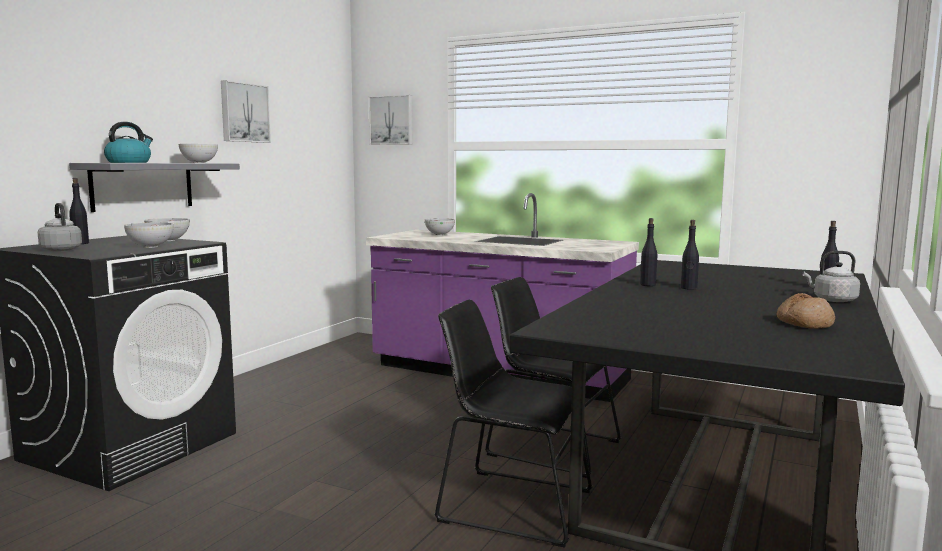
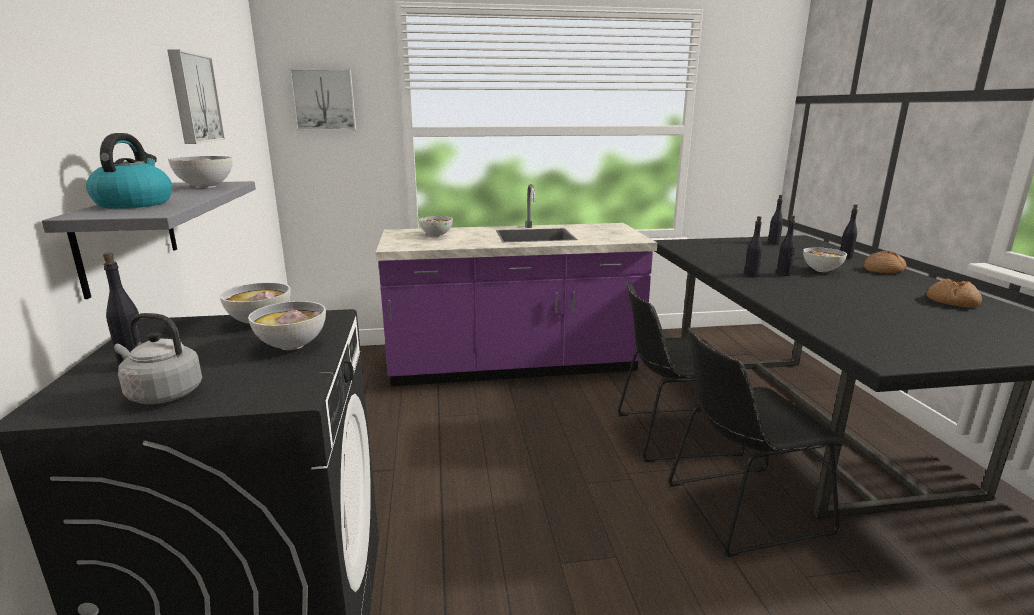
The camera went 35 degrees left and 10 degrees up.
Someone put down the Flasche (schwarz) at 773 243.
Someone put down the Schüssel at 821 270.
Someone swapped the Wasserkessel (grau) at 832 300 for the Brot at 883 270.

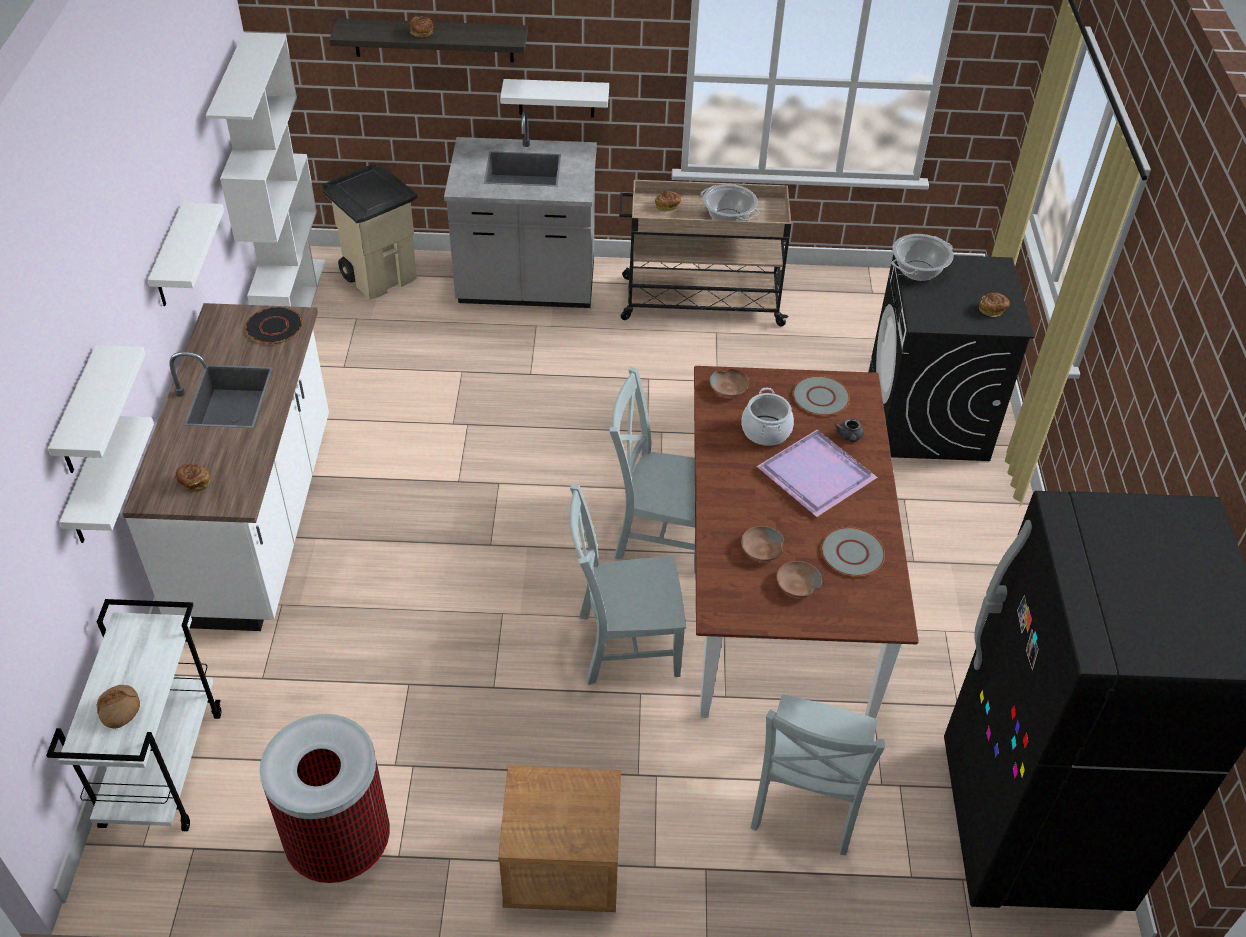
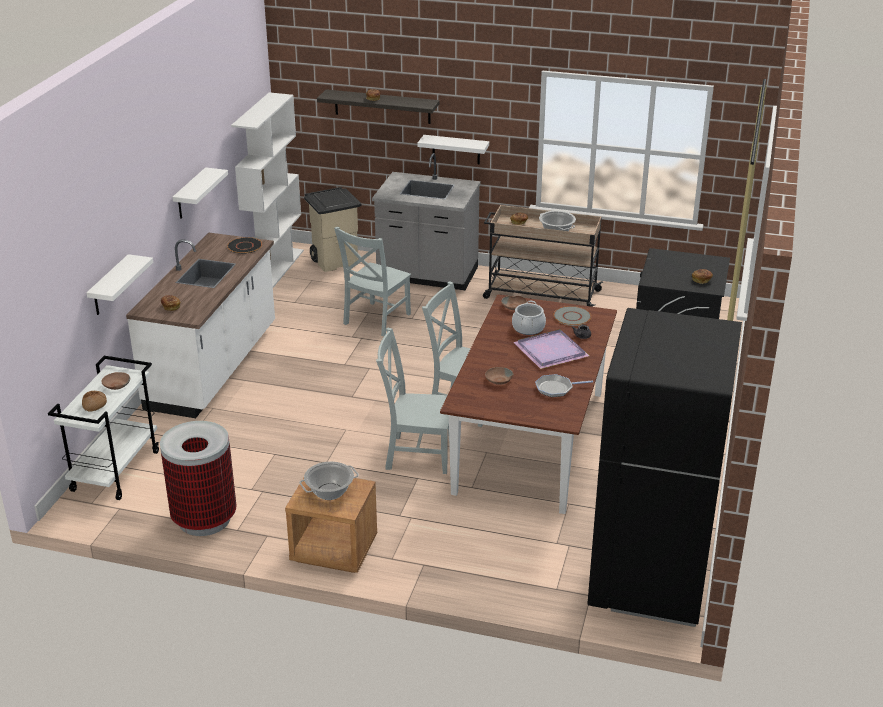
The camera went 15 degrees right and 15 degrees down.
Someone took away the Wandregal (weiß) at 80 414.
Someone carried the Stuhl (grau) from 805 803 to 375 320.
Someone carried the Schüssel (braun) from 797 585 to 116 385.
Someone carried the Kochtopf from 918 271 to 329 492.
Someone swapped the Teller (grau) at 852 553 for the Pfanne at 556 388.

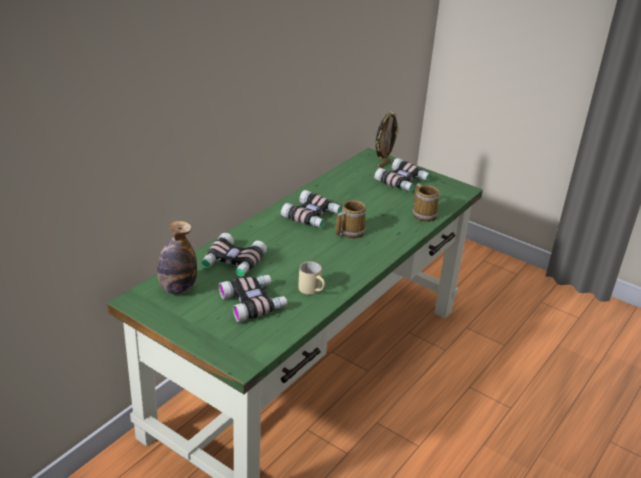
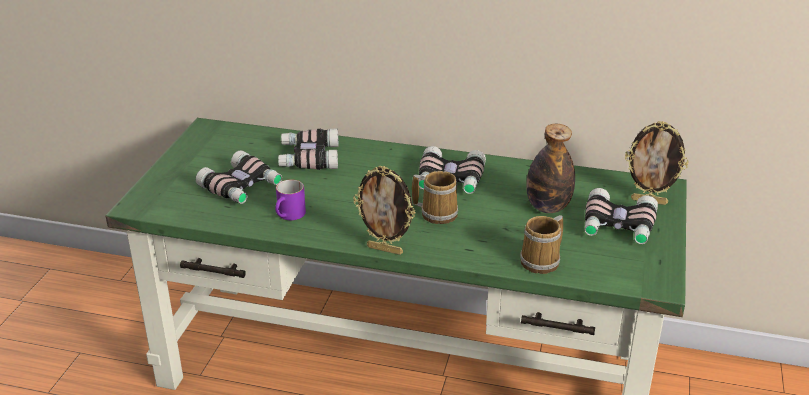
The camera went 70 degrees right and 0 degrees up.
Someone put down the Bilderrahmen at 385 249.
Someone carried the Flasche from 177 289 to 547 207.
Someone repainted the Henkelbecher (beige) at 313 290, which became the Henkelbecher (lila) at 289 216.

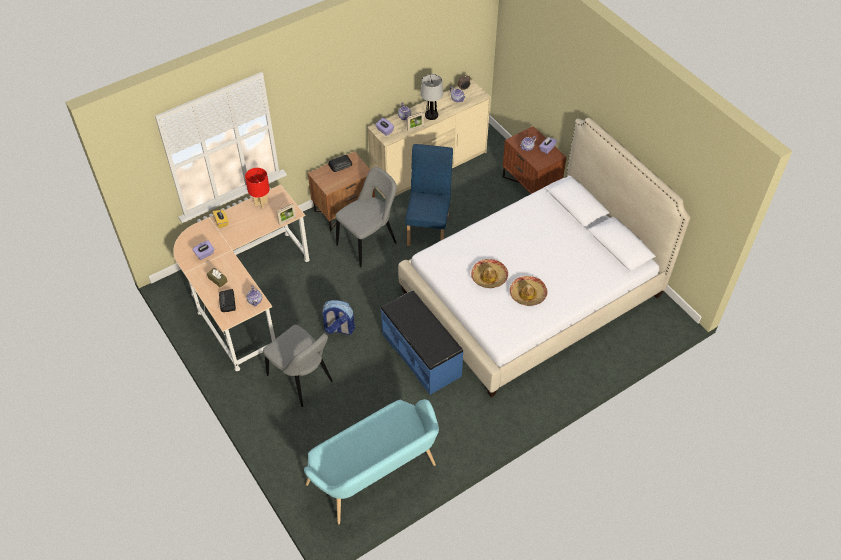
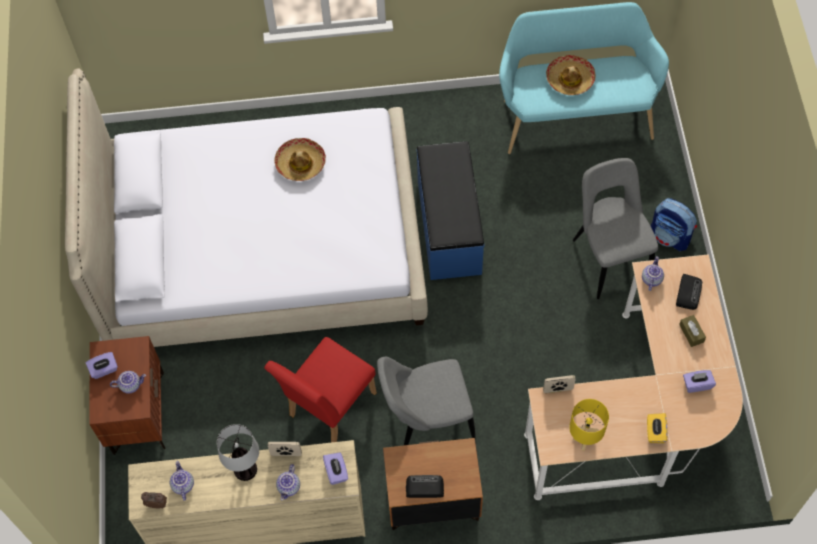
The camera went 150 degrees left and 10 degrees up.
Someone carried the Rucksack from 338 329 to 670 236.
Someone carried the Hut from 489 277 to 569 79.
Someone repainted the Tischlampe (rot) at 261 203, which became the Tischlampe (gelb) at 584 440.
Someone repainted the Stuhl (blau) at 429 227, which became the Stuhl (rot) at 328 409.

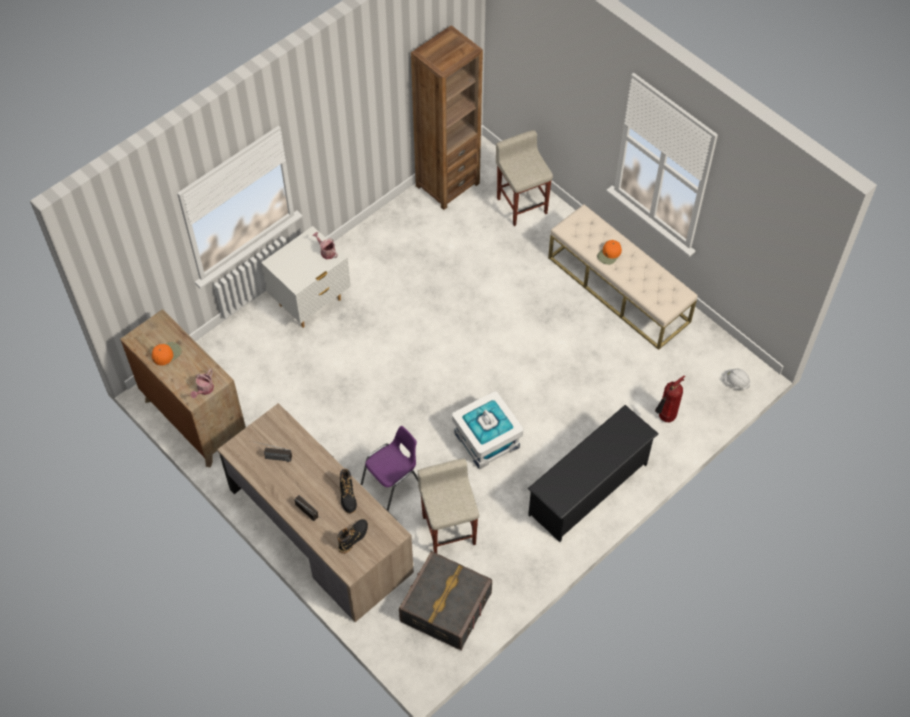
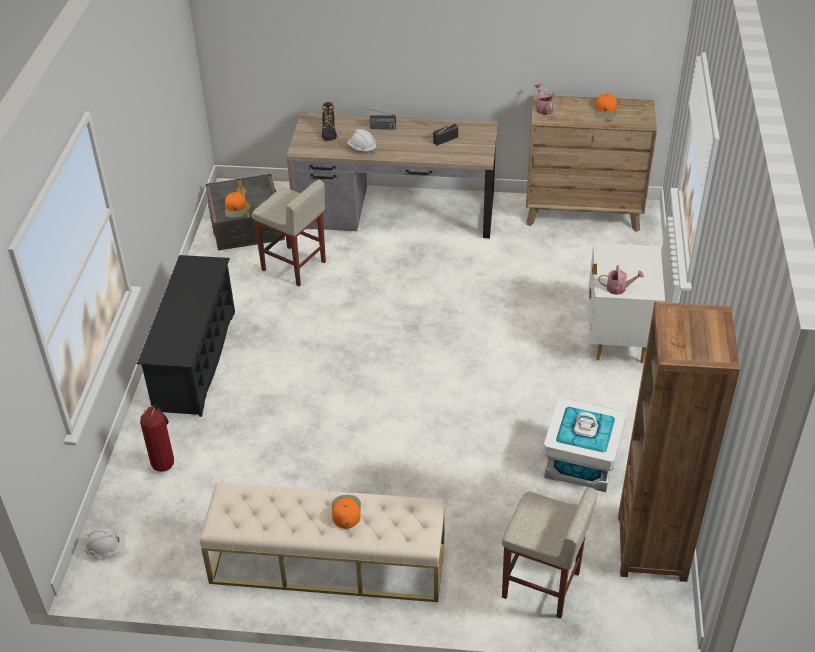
The camera went 140 degrees right and 15 degrees down.
Someone took away the Stuhl (lila) at 393 484.
Someone put down the Kappe (orange) at 236 209.
Someone carried the Aufbewahrungsbox (weiß) from 487 440 to 581 462.
Someone swapped the Stiefel (schwarz) at 348 497 for the Schutzhelm (weiß) at 362 149.

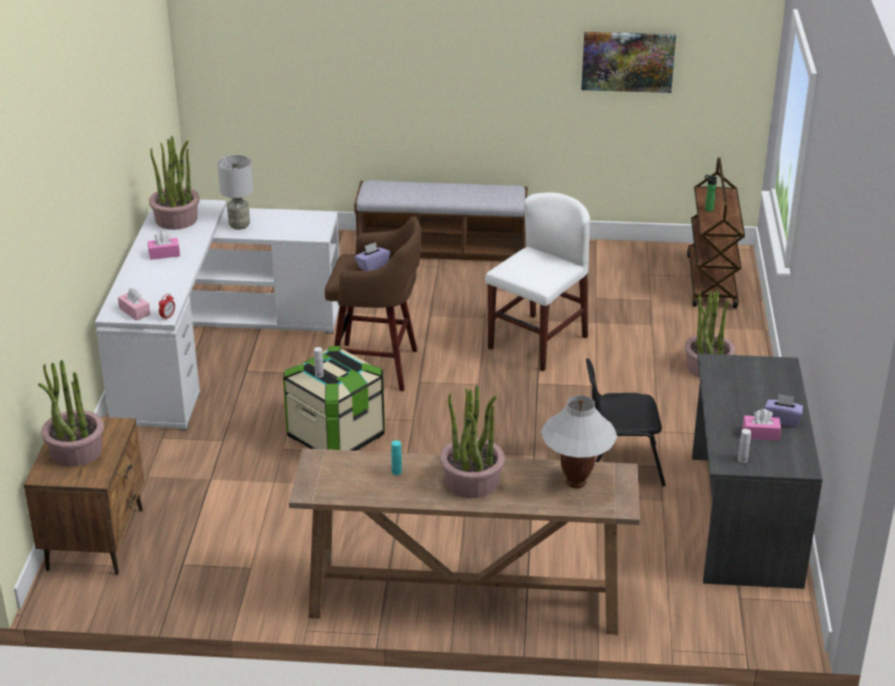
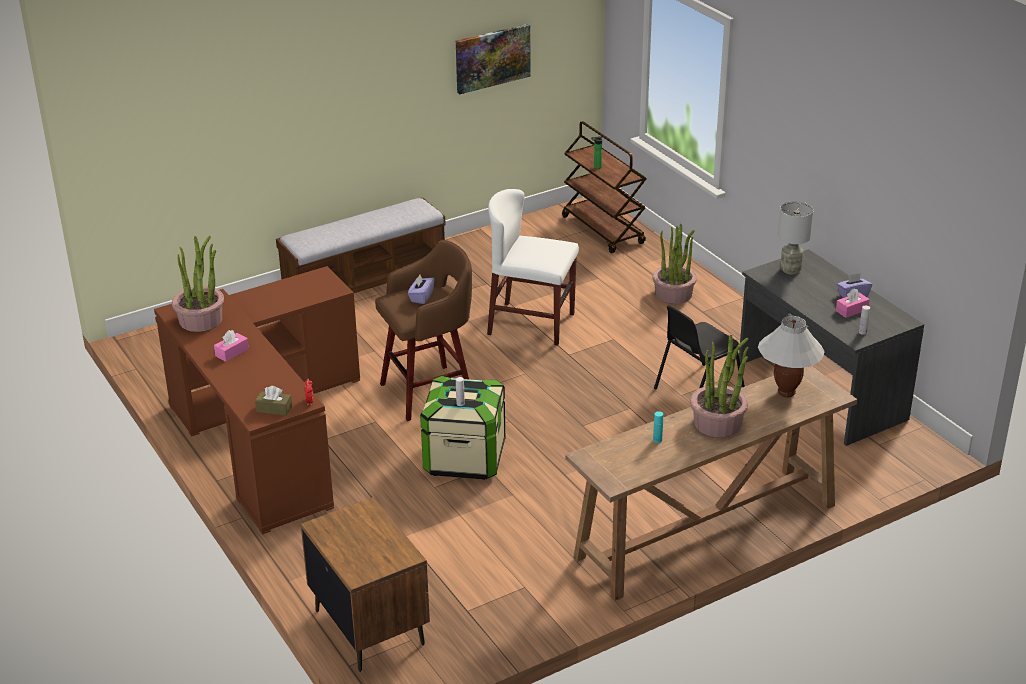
The camera went 35 degrees left and 0 degrees up.
Someone took away the Topfpflanze at 76 451.
Someone carried the Tischlampe (grau) from 239 225 to 790 270.
Someone repainted the Schreibtisch (weiß) at 209 345, which became the Schreibtisch (braun) at 263 432.
Someone repainted the Taschentuchbox (rosa) at 134 311, which became the Taschentuchbox (braun) at 274 409.
Someone rotated the Stuhl (weiß) at 537 342 by 75 degrees counterclockwise.

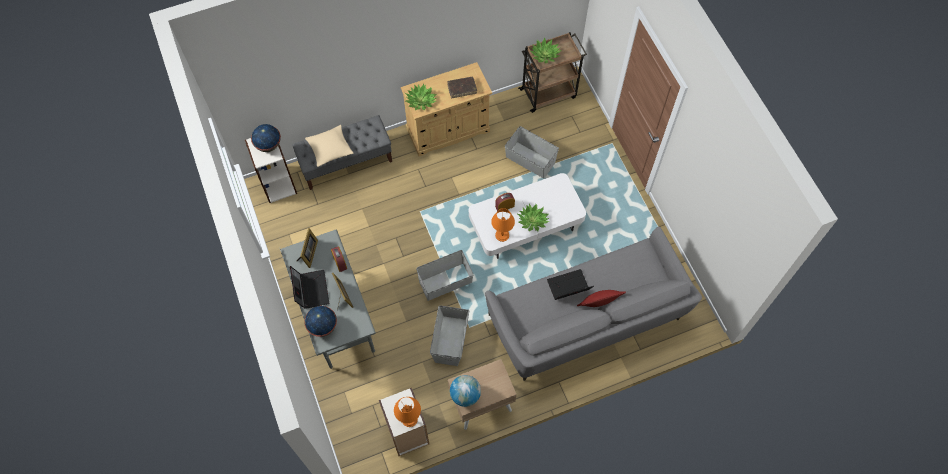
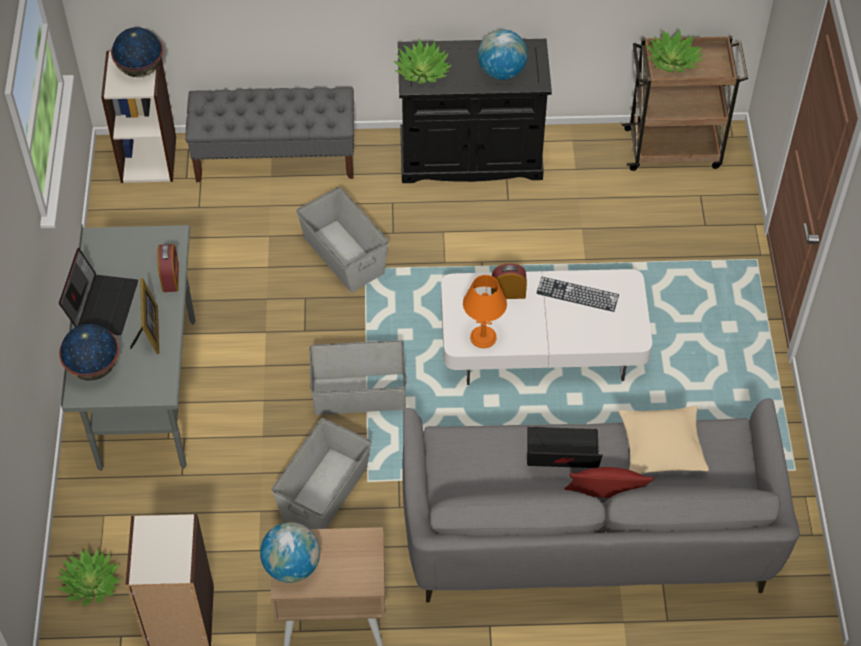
The camera went 20 degrees right and 10 degrees down.
Someone took away the Bilderrahmen at 309 254.
Someone took away the Tischlampe (orange) at 409 419.
Someone put down the Tastatur at 577 294.
Someone carried the Kissen (beige) from 330 148 to 661 446.
Someone carried the Aufbewahrungsbox (grau) from 530 159 to 344 255.
Someone carried the Topfpflanze from 532 220 to 91 583.
Someone swapped the Buch (braun) at 462 89 for the Globus at 501 72.
Someone repainted the Schrank (beige) at 448 130, which became the Schrank (schwarz) at 471 157.

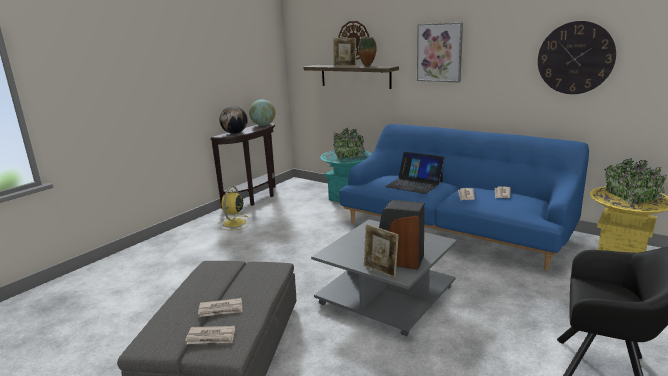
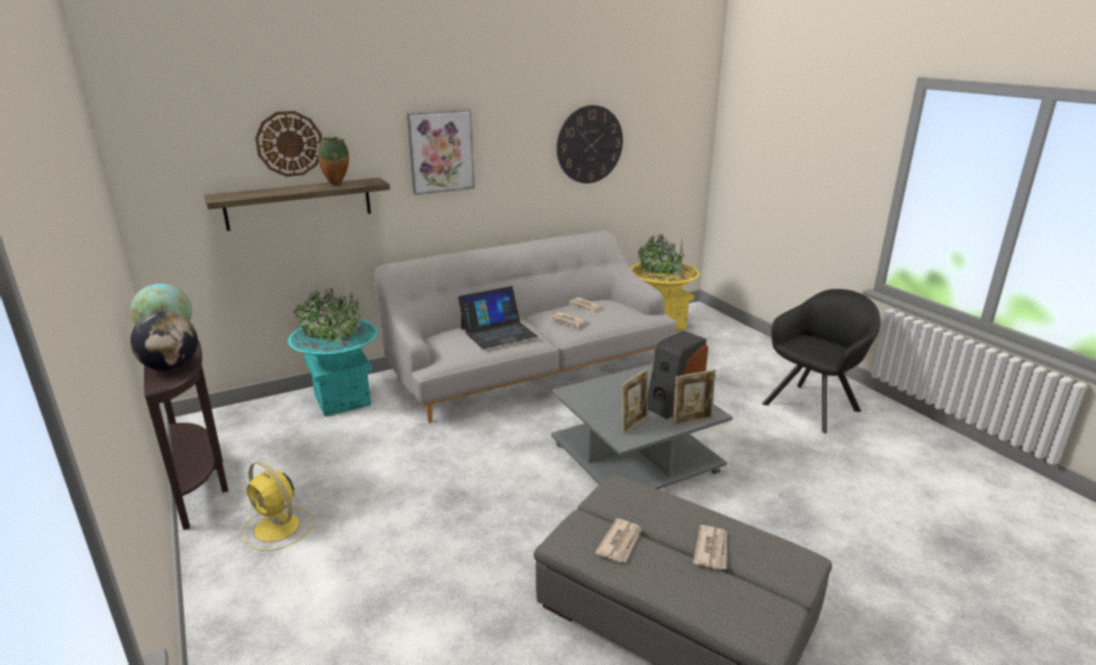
The camera went 65 degrees left and 5 degrees up.
Someone carried the Zeitung from 211 337 to 620 542.
Someone carried the Bilderrahmen from 345 66 to 633 424.
Someone repainted the Sofa (blau) at 454 228, which became the Sofa (grau) at 529 369.

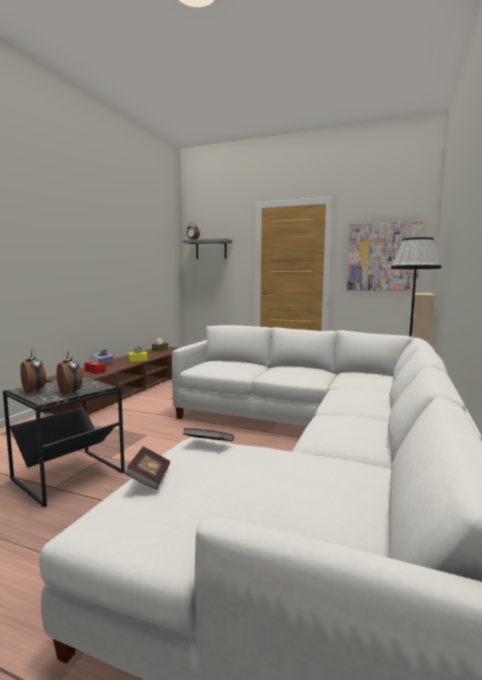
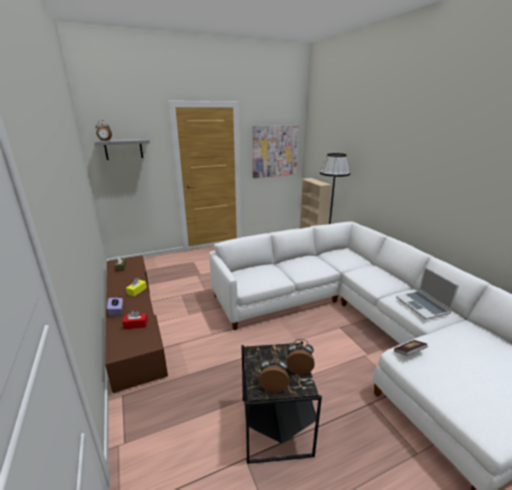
The camera went 45 degrees left and 15 degrees up.
Someone took away the Buch at 149 478.
Someone put down the Laptop at 423 306.

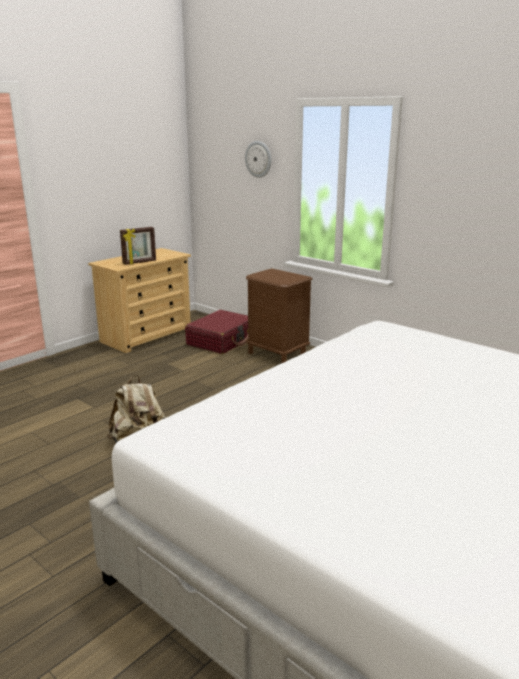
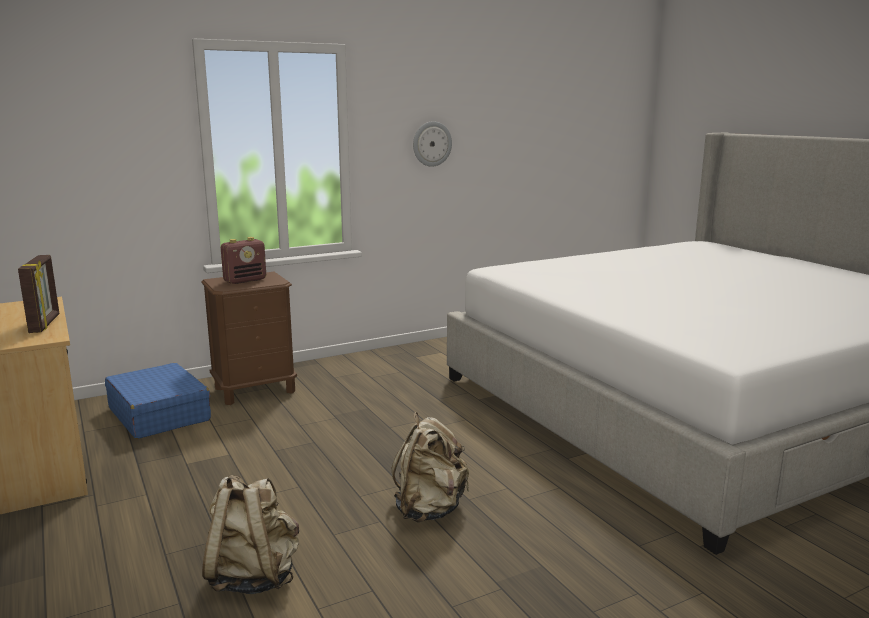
The camera went 70 degrees left and 5 degrees down.
Someone put down the Rucksack (beige) at 253 577.
Someone put down the Radio at 245 280.
Someone carried the Wanduhr from 258 159 to 431 144.
Someone repainted the Koffer (rot) at 222 341, which became the Koffer (blau) at 159 414.

